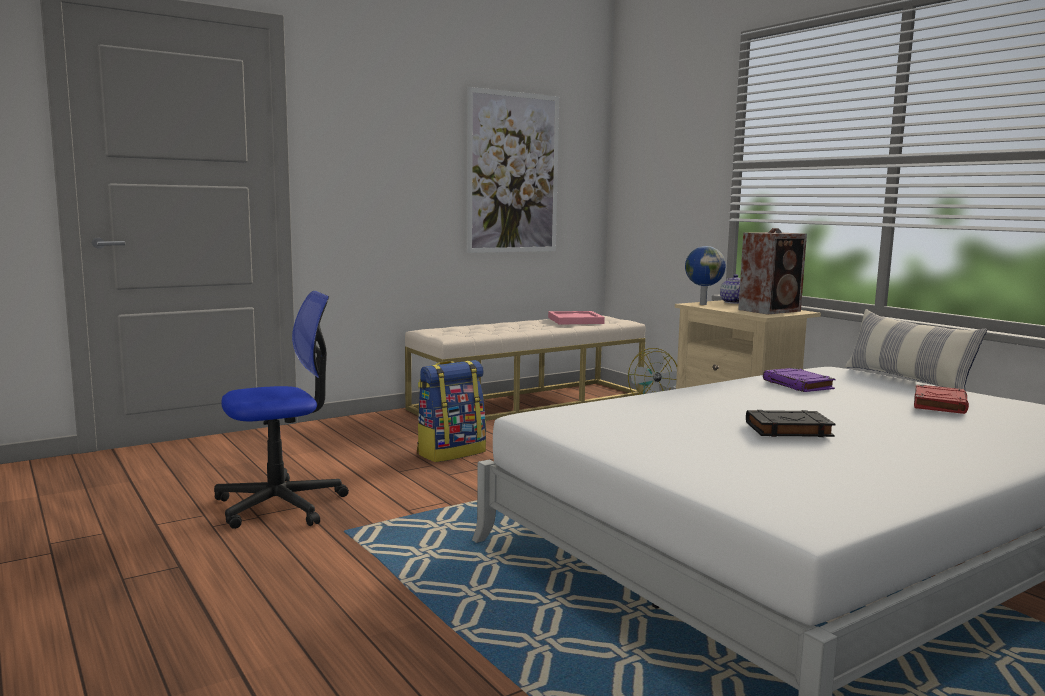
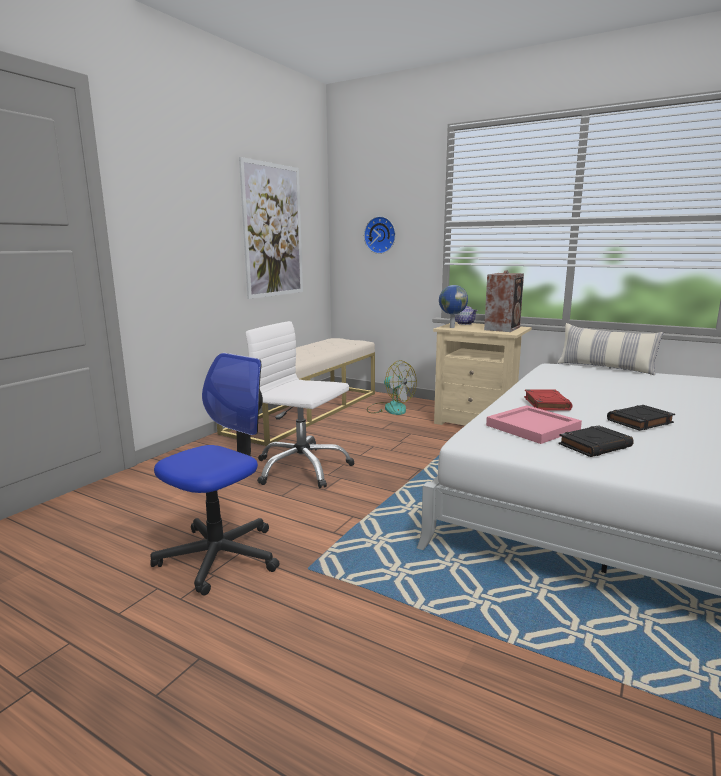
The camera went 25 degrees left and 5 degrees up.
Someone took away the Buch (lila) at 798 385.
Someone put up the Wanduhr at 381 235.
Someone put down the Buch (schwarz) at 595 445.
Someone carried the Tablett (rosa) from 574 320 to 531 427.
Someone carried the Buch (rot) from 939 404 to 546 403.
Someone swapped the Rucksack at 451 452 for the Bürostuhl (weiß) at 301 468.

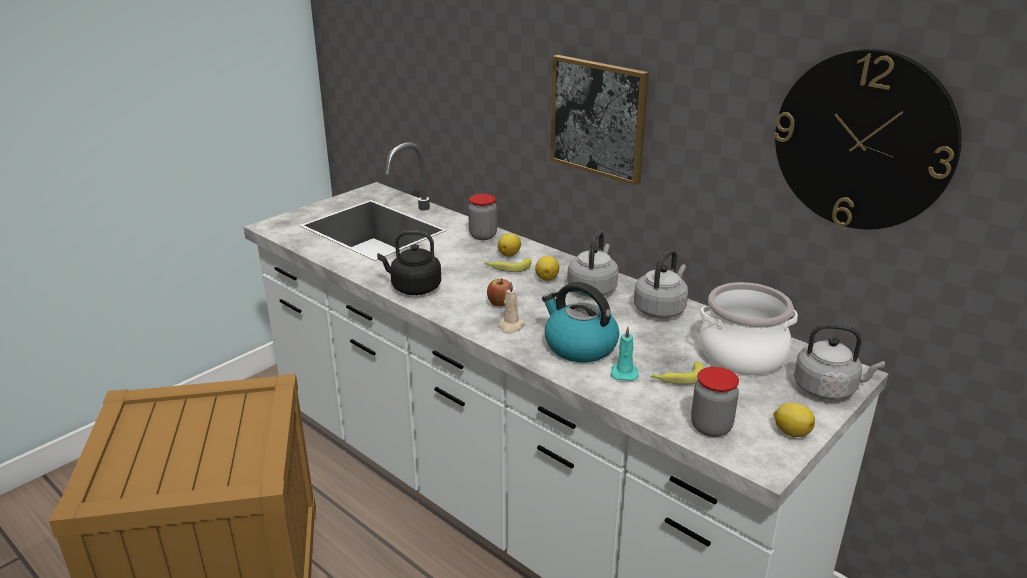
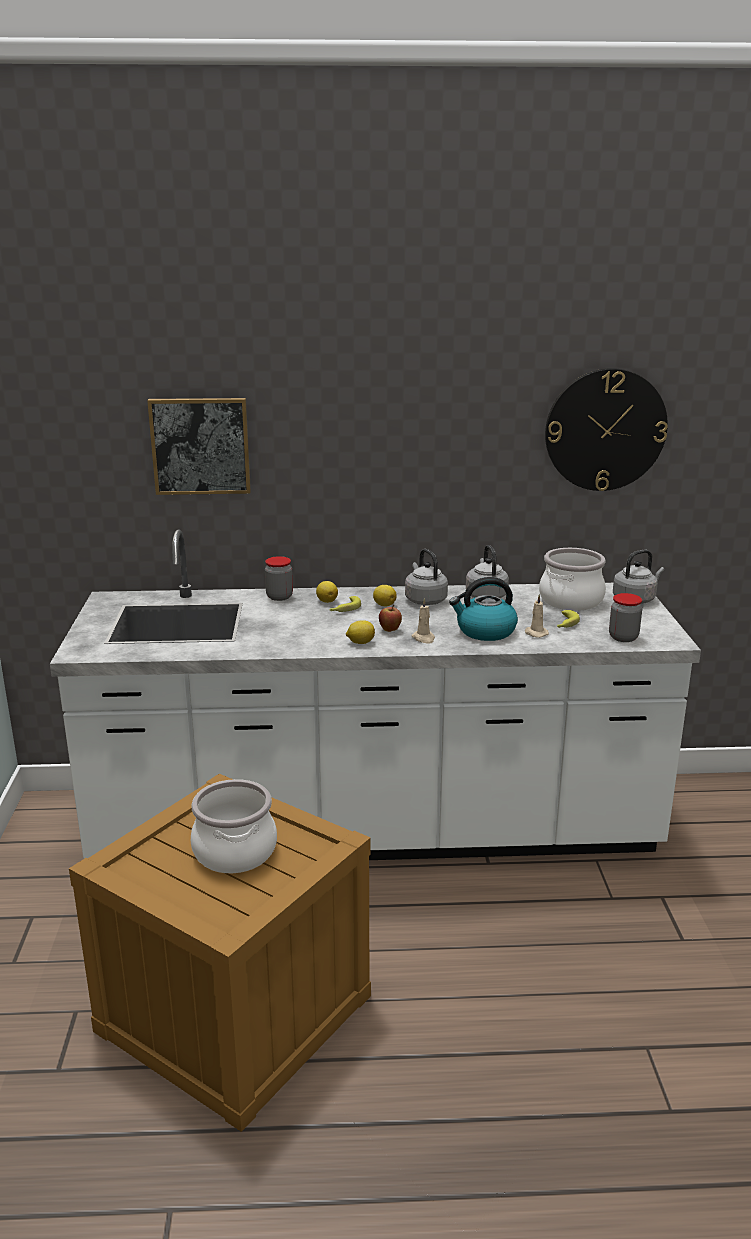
The camera went 45 degrees left and 5 degrees down.
Someone took away the Wasserkessel (schwarz) at 413 288.
Someone put down the Kochtopf at 234 851.
Someone carried the Bild from 598 118 to 200 446.
Someone carried the Zitrone from 791 432 to 360 642.
Someone repainted the Kerze (türkis) at 624 373, which became the Kerze (beige) at 535 633.

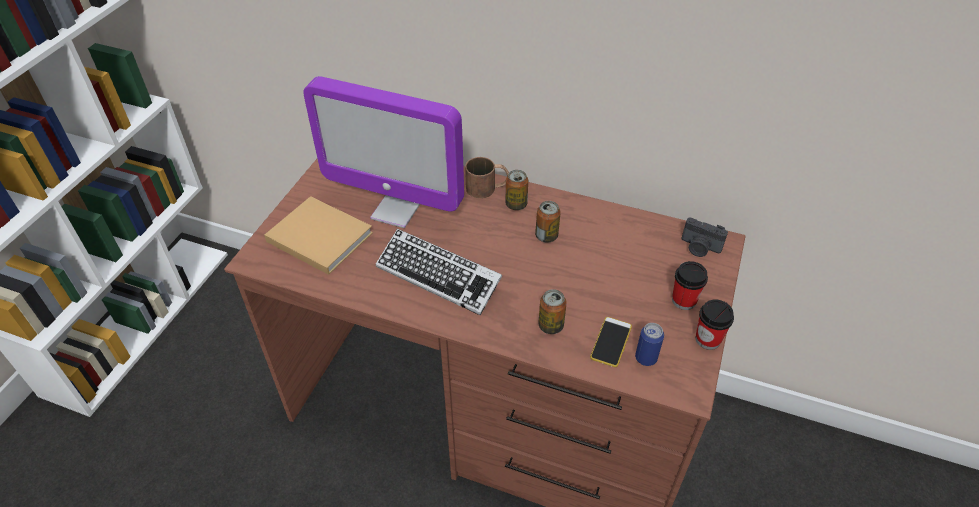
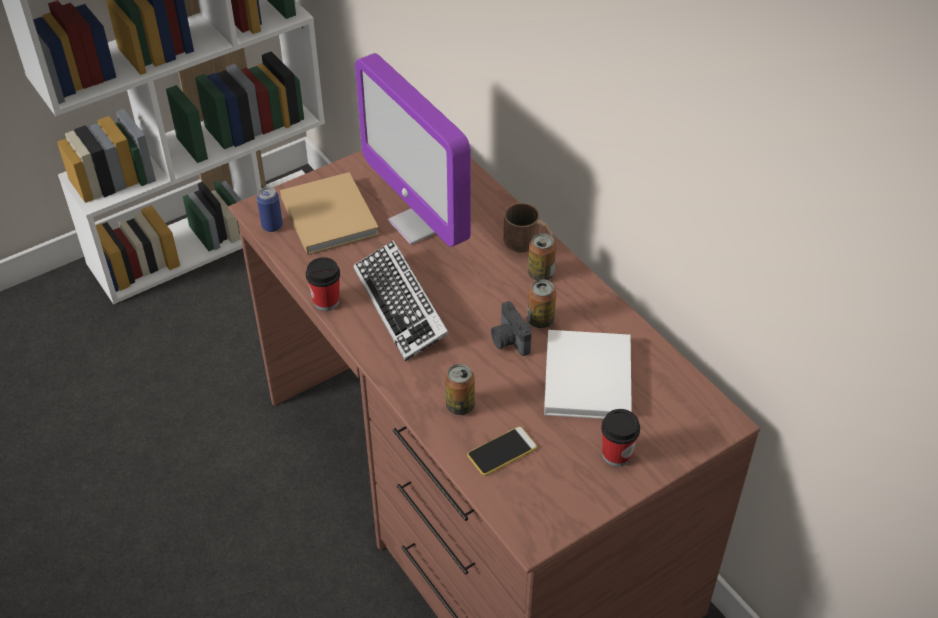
The camera went 35 degrees right and 0 degrees up.
Someone put down the Buch (weiß) at 587 375.
Someone carried the Dose from 646 358 to 272 226.
Someone carried the Kamera from 699 248 to 509 340.
Someone carried the Tasse from 708 339 to 326 301.

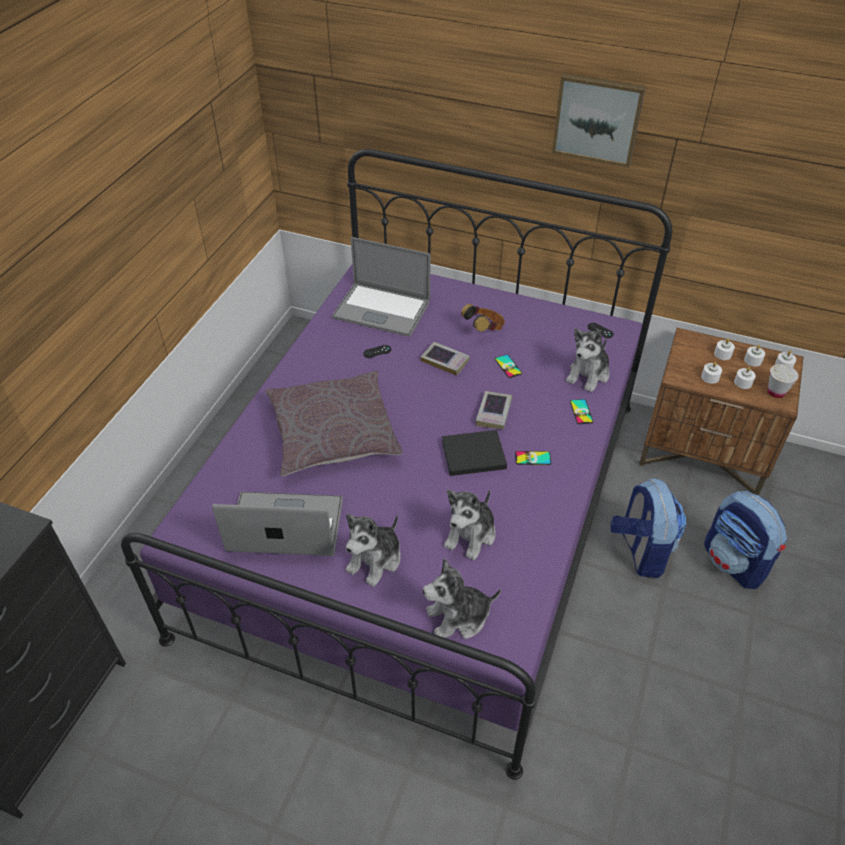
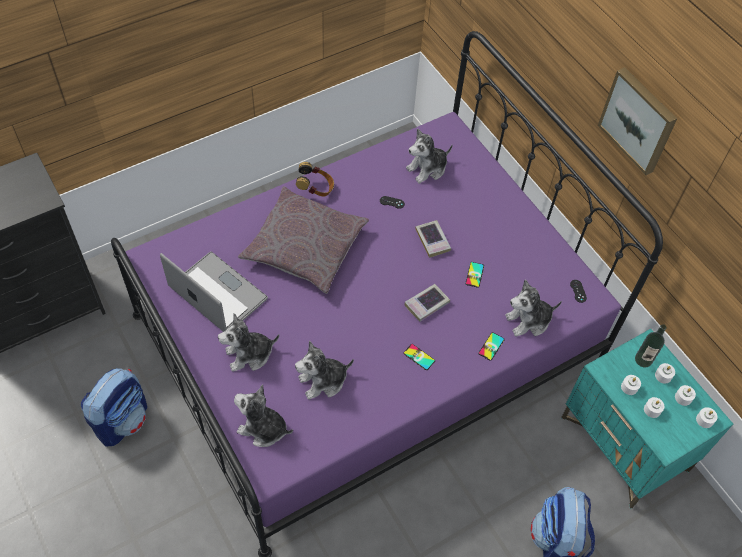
The camera went 35 degrees right and 10 degrees up.
Someone took away the Buch (schwarz) at 471 455.
Someone took away the Tasse (weiß) at 776 392.
Someone put down the Flasche at 643 359.
Someone carried the Kopfhörer from 484 329 to 316 189.
Someone carried the Rucksack from 640 550 to 122 420.
Someone swapped the Laptop at 381 310 for the Plüschtier at 427 169.
Someone repainted the Nachttisch (braun) at 703 454, which became the Nachttisch (türkis) at 625 444.

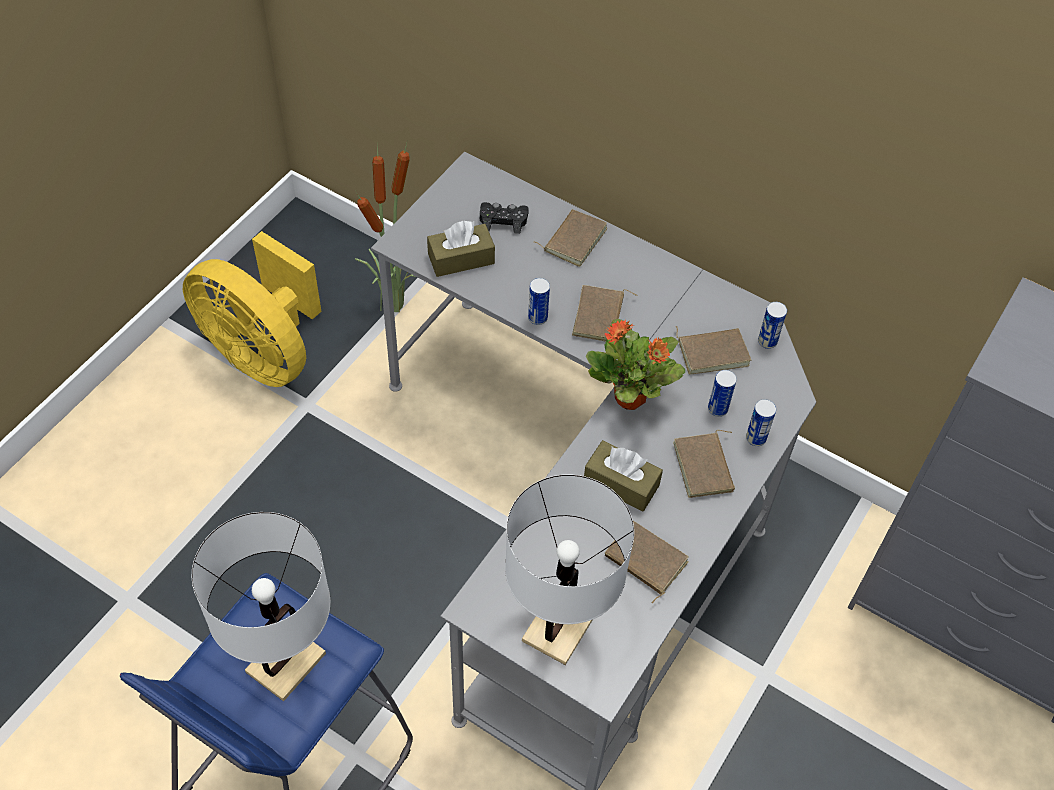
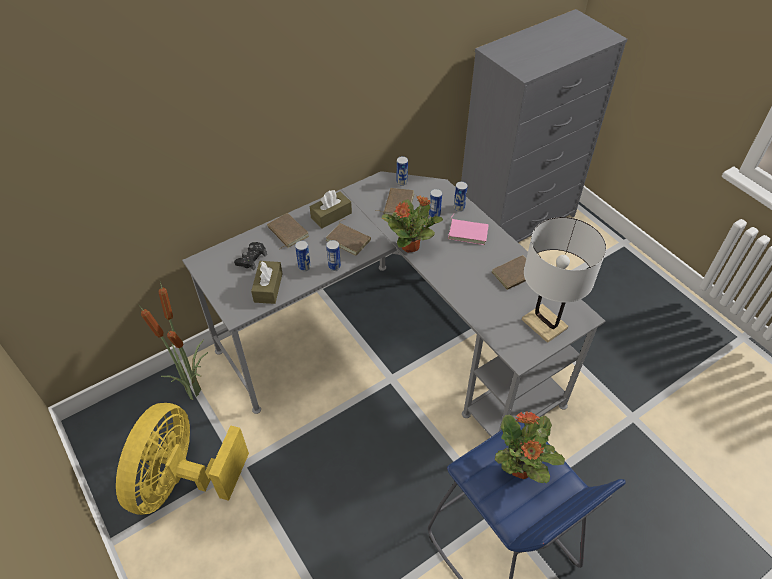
The camera went 65 degrees left and 5 degrees down.
Someone put down the Dose at 304 267.
Someone carried the Taschentuchbox (braun) from 621 483 to 331 215.
Someone swapped the Tischlampe (weiß) at 286 662 for the Topfpflanze at 520 469.
Someone repainted the Buch (braun) at 705 467, which became the Buch (rosa) at 468 232.
Someone rotated the Ventilator (gelb) at 264 353 by 135 degrees clockwise.

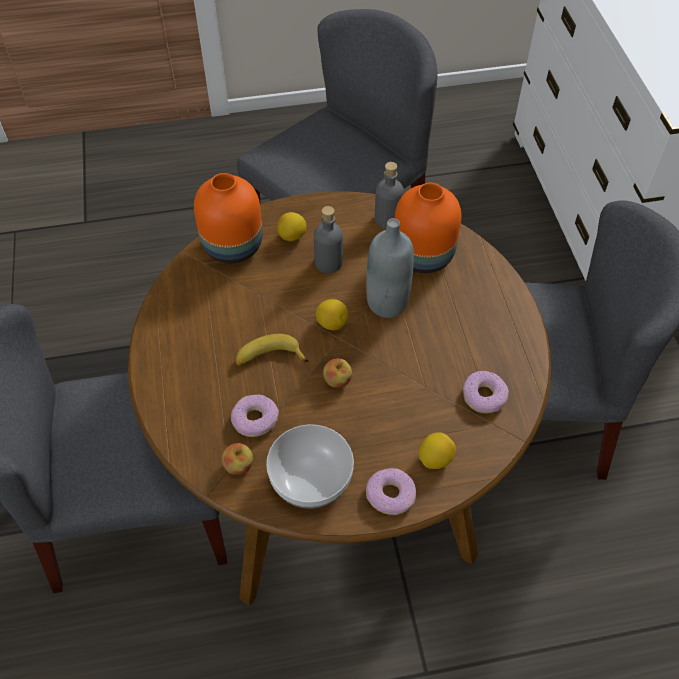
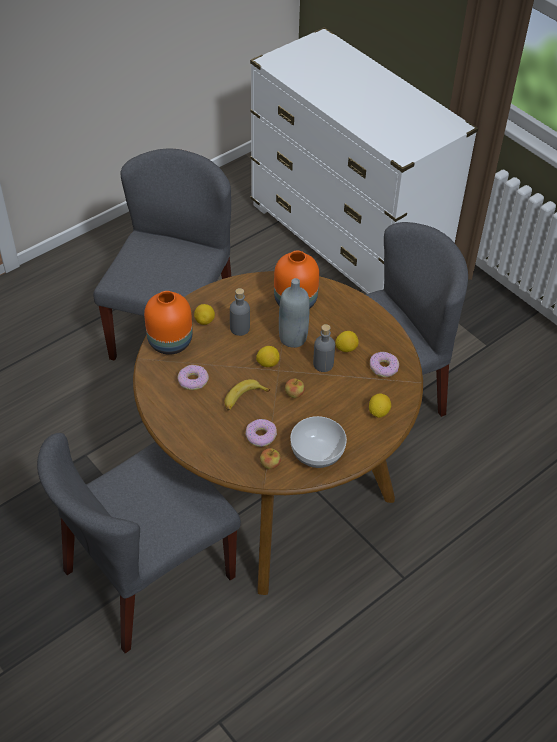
The camera went 30 degrees left and 5 degrees down.
Someone put down the Zitrone at 346 348.
Someone carried the Donut from 390 495 to 193 380.
Someone carried the Flasche (grau) from 388 219 to 323 364.

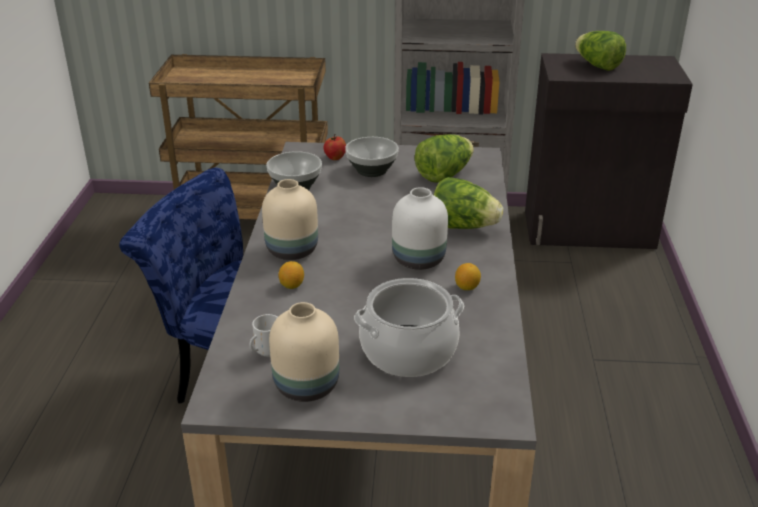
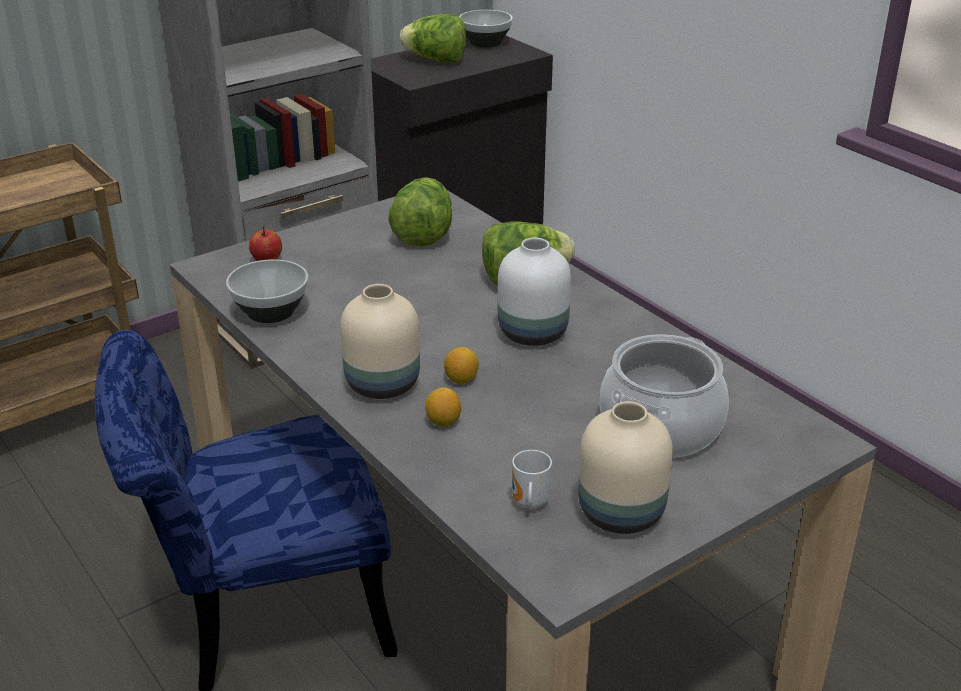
The camera went 40 degrees left and 0 degrees up.
Someone carried the Schüssel from 371 170 to 484 43.
Someone carried the Zitrone from 467 287 to 461 379.

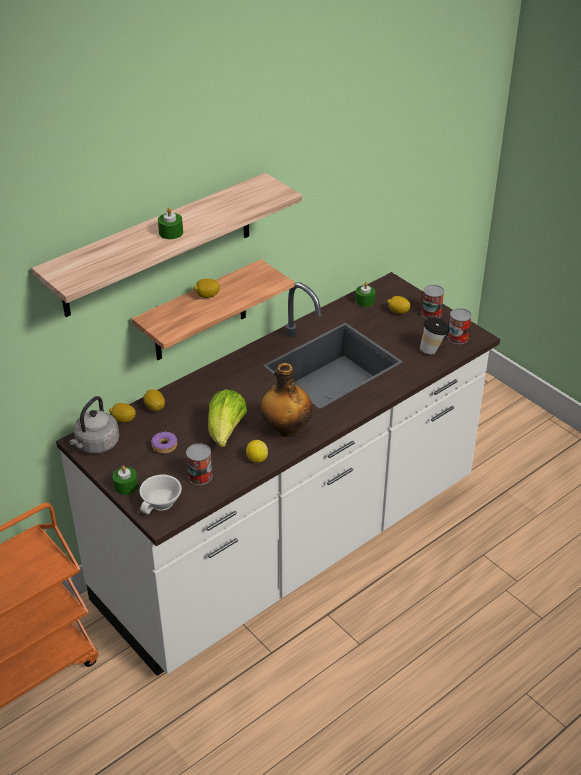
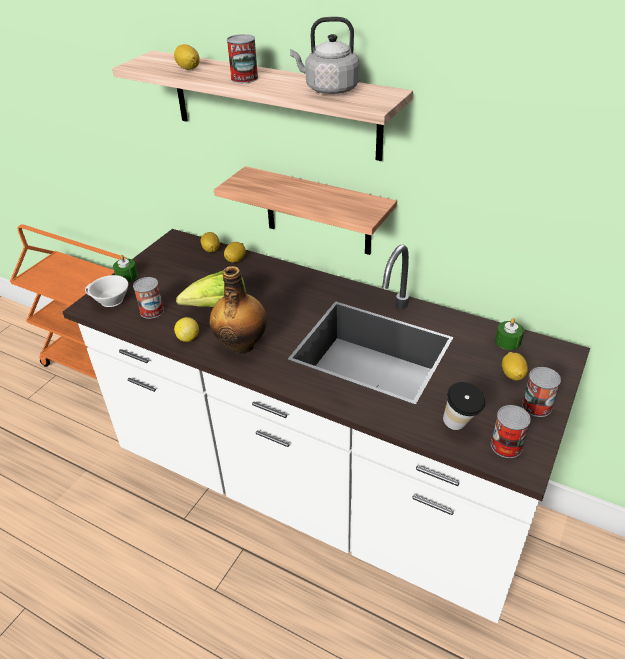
The camera went 70 degrees right and 0 degrees up.
Someone took away the Donut at 164 446.
Someone carried the Wasserkessel (grau) from 96 445 to 329 89.
Someone carried the Zitrone from 207 296 to 188 68.
Someone swapped the Kerze (grün) at 171 232 for the Dose at 244 78.

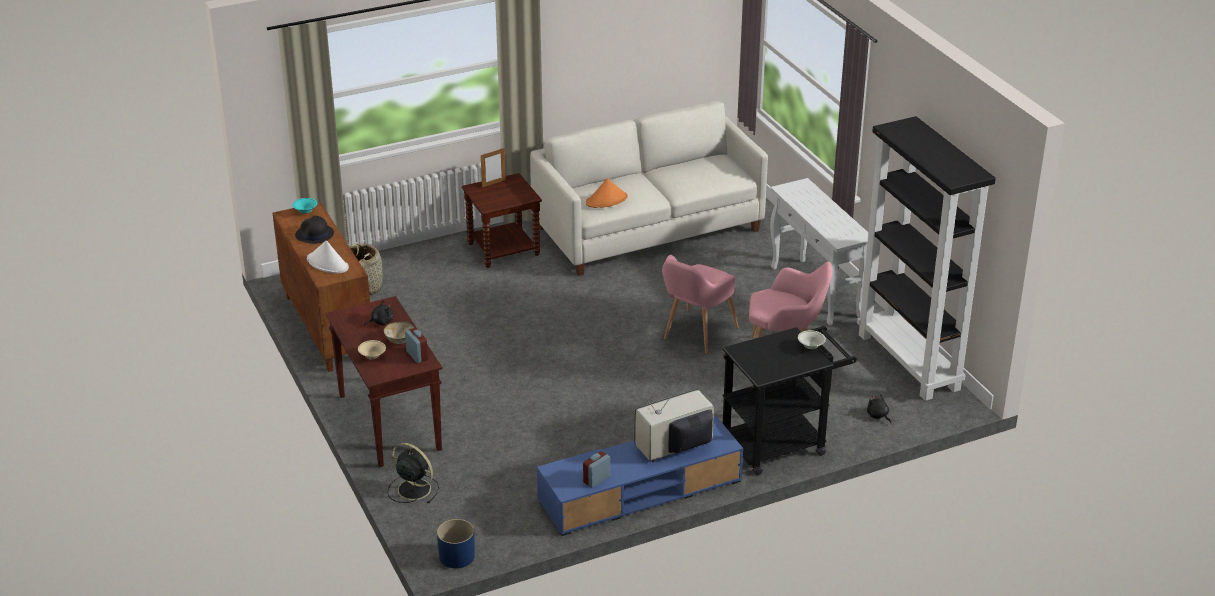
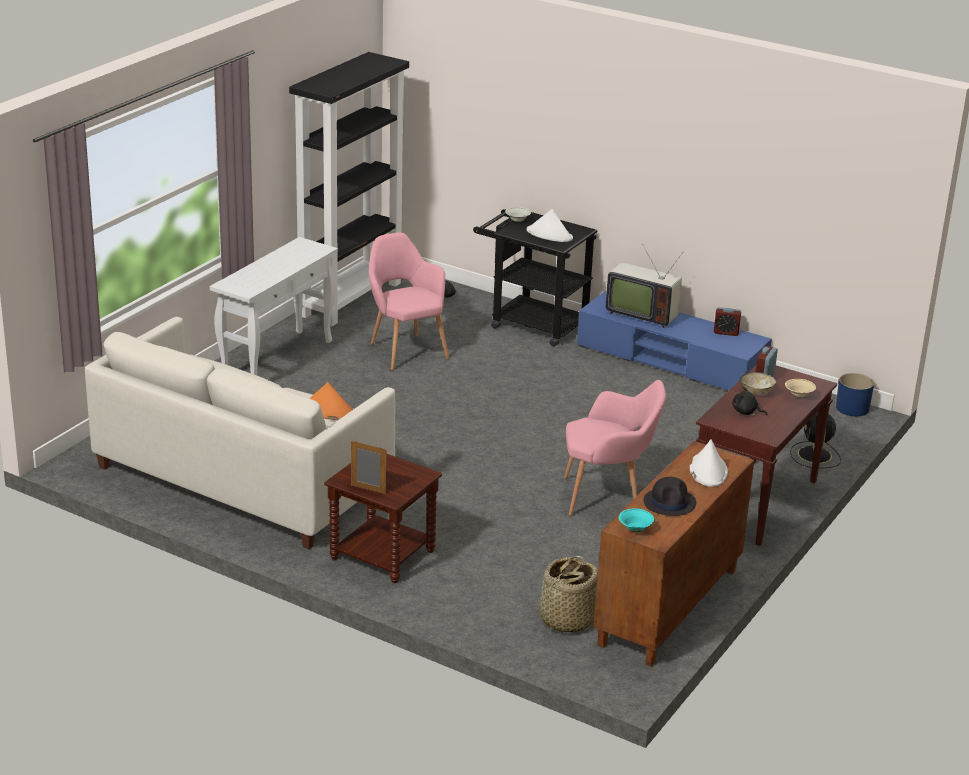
The camera went 125 degrees left and 5 degrees down.
Someone put down the Hut (weiß) at 549 234.
Someone carried the Sessel (rosa) from 696 335 to 607 497.

